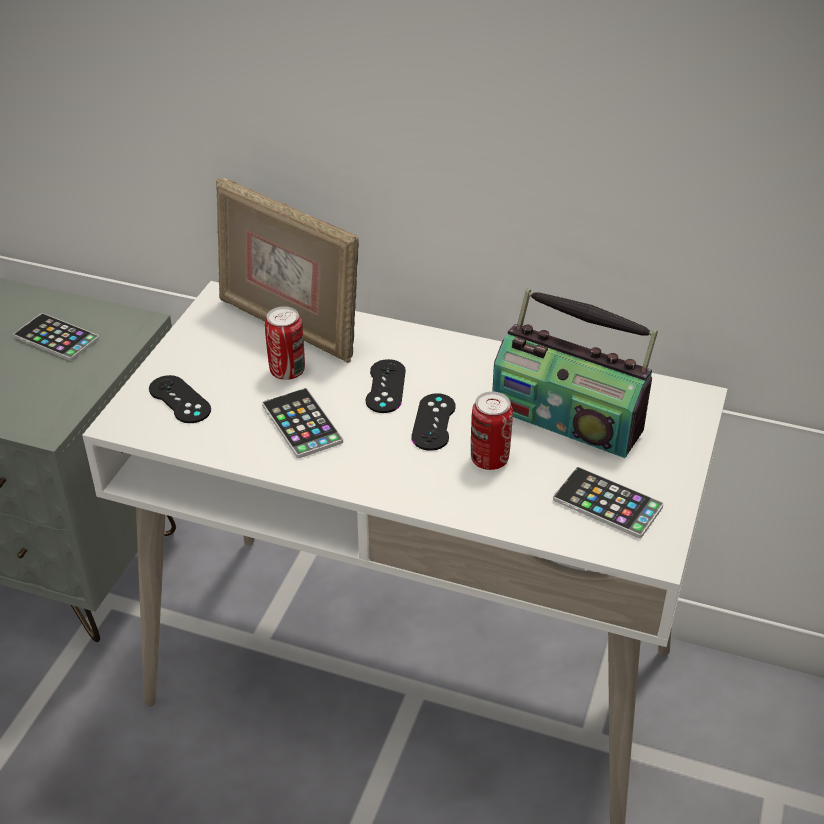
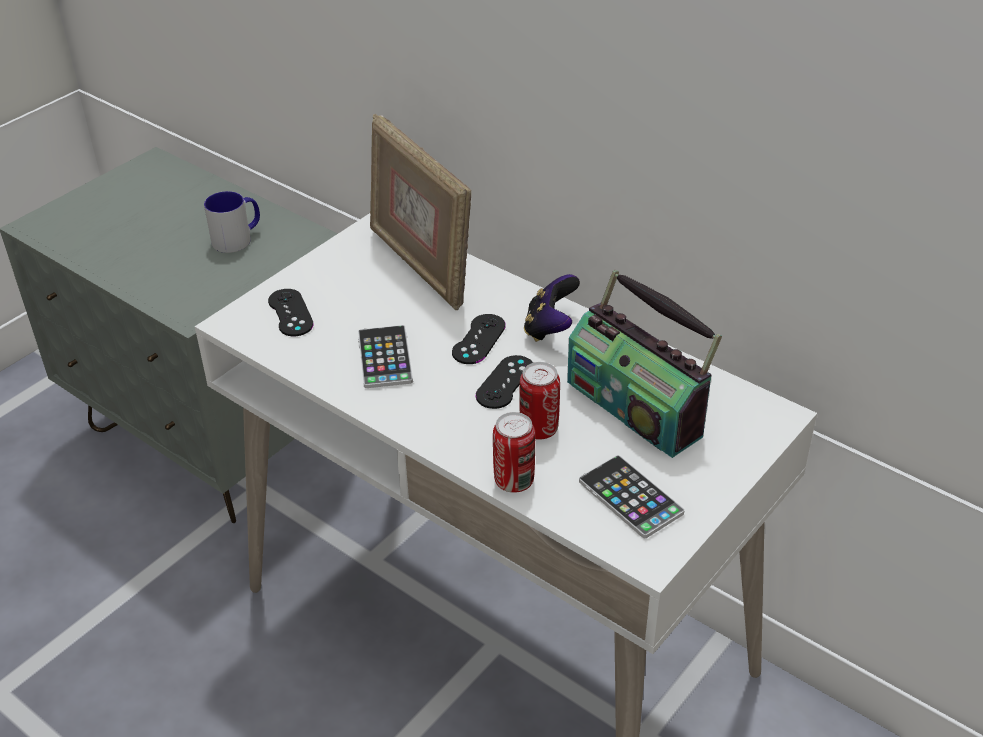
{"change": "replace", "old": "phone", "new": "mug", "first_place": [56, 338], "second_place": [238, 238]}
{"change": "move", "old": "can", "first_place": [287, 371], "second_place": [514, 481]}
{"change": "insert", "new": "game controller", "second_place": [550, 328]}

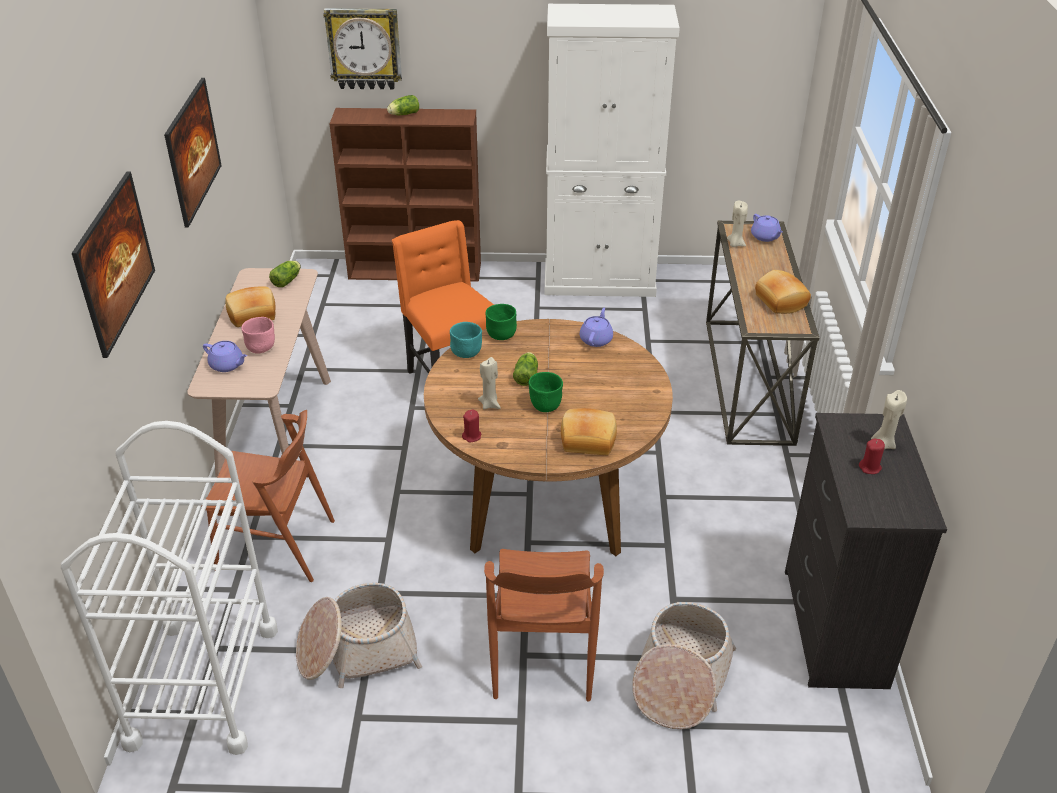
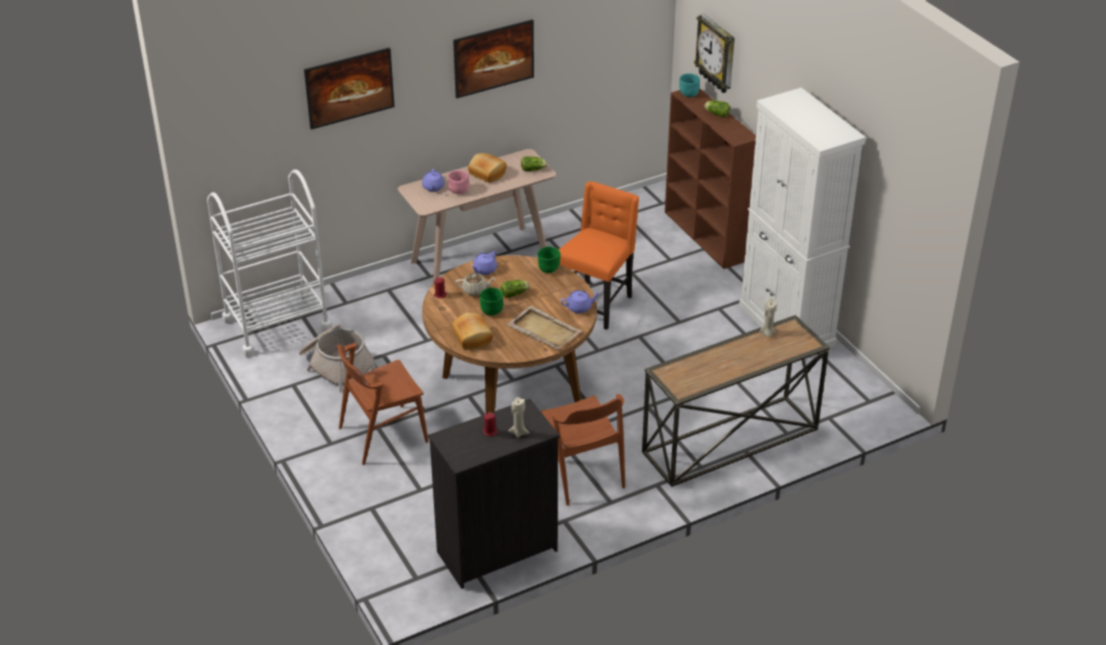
{"change": "move", "old": "chair (brown)", "first_place": [277, 546], "second_place": [581, 473]}
{"change": "move", "old": "bowl (turquoise)", "first_place": [467, 354], "second_place": [688, 94]}
{"change": "replace", "old": "candle (beige)", "new": "teapot (beige)", "first_place": [490, 404], "second_place": [475, 290]}
{"change": "delete", "old": "basket", "first_place": [680, 679]}
{"change": "move", "old": "teapot (purple)", "first_place": [765, 237], "second_place": [484, 270]}
{"change": "delete", "old": "bread", "first_place": [779, 301]}
{"change": "insert", "new": "tray (beige)", "second_place": [543, 329]}

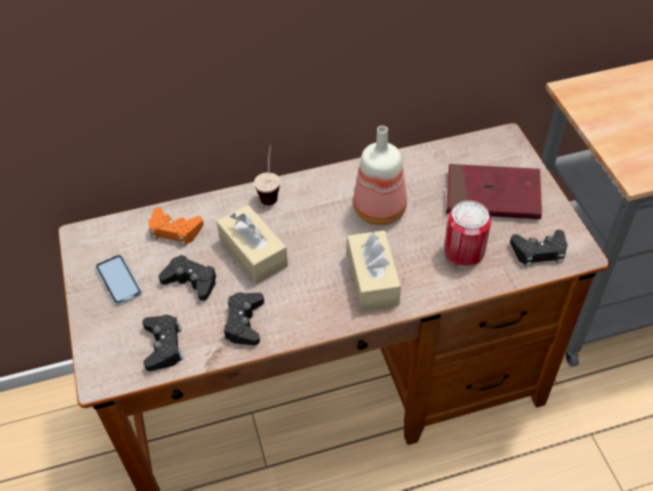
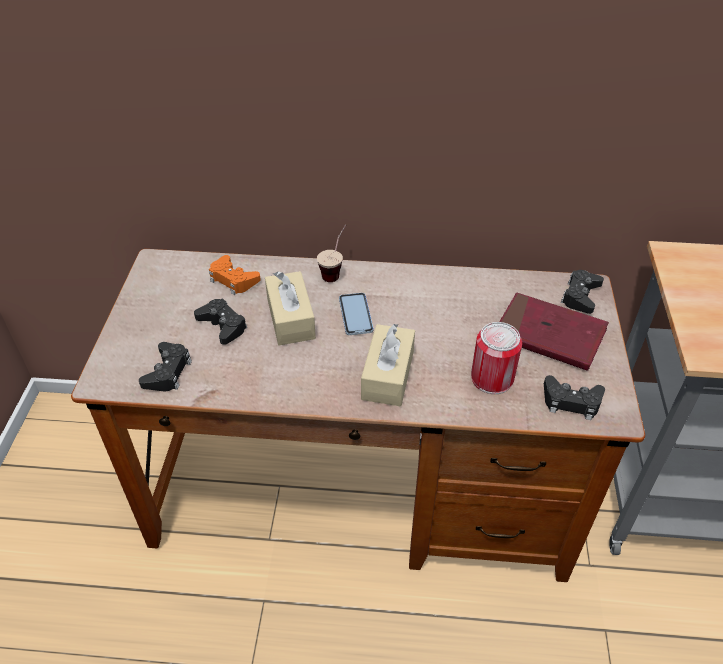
{"change": "move", "old": "phone", "first_place": [118, 281], "second_place": [355, 315]}
{"change": "move", "old": "game controller (black)", "first_place": [244, 322], "second_place": [580, 296]}
{"change": "delete", "old": "bottle", "first_place": [379, 208]}

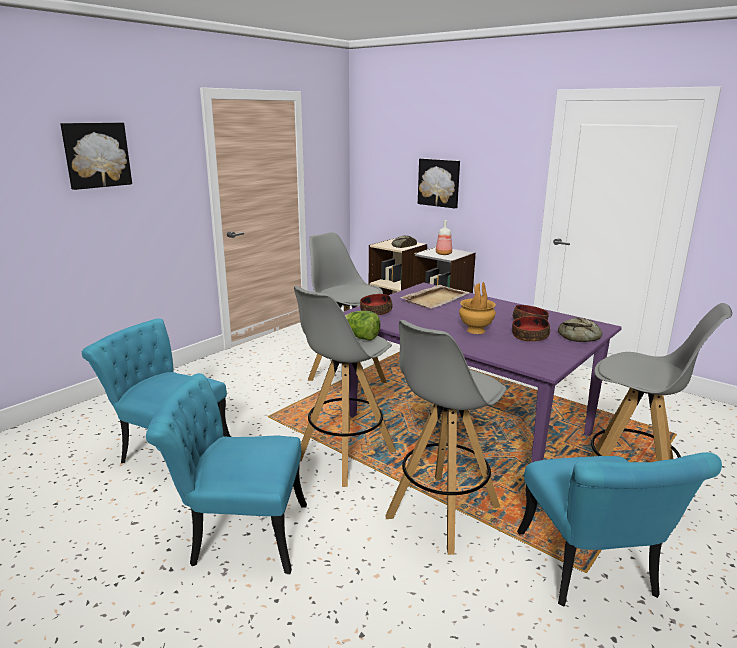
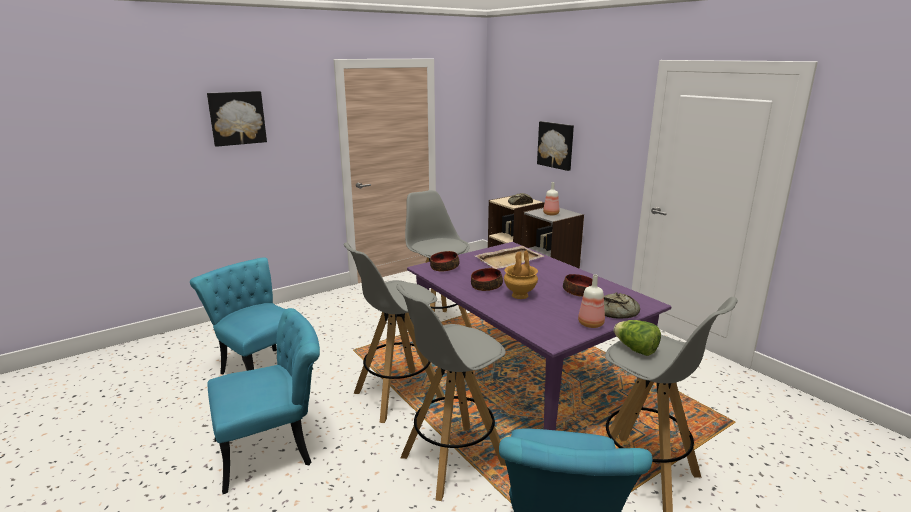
{"change": "rotate", "old": "chair (turquoise)", "first_place": [237, 534], "second_place": [274, 449], "degrees": 135}
{"change": "move", "old": "lettuce", "first_place": [360, 337], "second_place": [635, 349]}
{"change": "move", "old": "bowl", "first_place": [529, 336], "second_place": [486, 286]}
{"change": "insert", "new": "bottle", "second_place": [591, 324]}

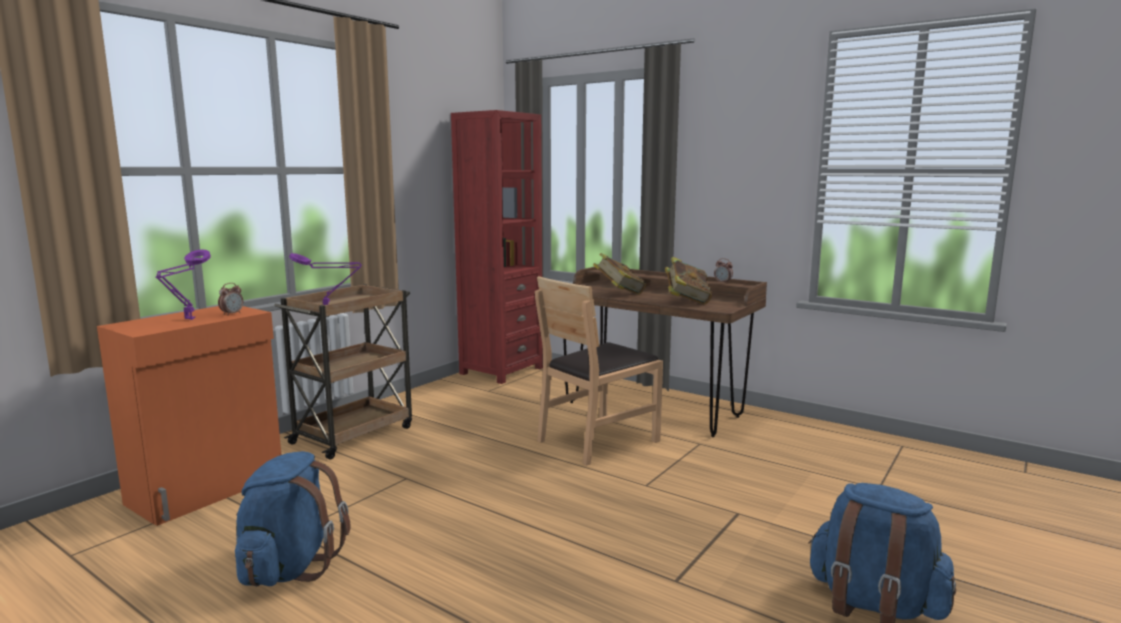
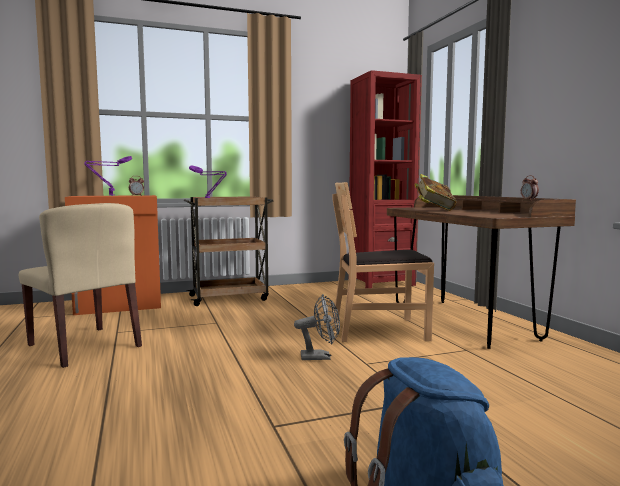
{"change": "replace", "old": "backpack (blue)", "new": "chair (beige)", "first_place": [290, 567], "second_place": [85, 346]}
{"change": "delete", "old": "book", "first_place": [686, 301]}
{"change": "insert", "new": "fan (grey)", "second_place": [320, 357]}

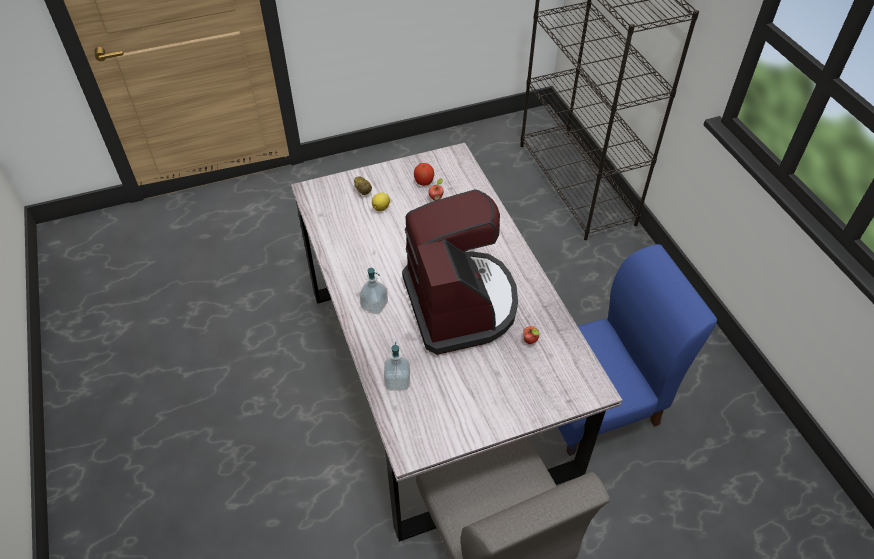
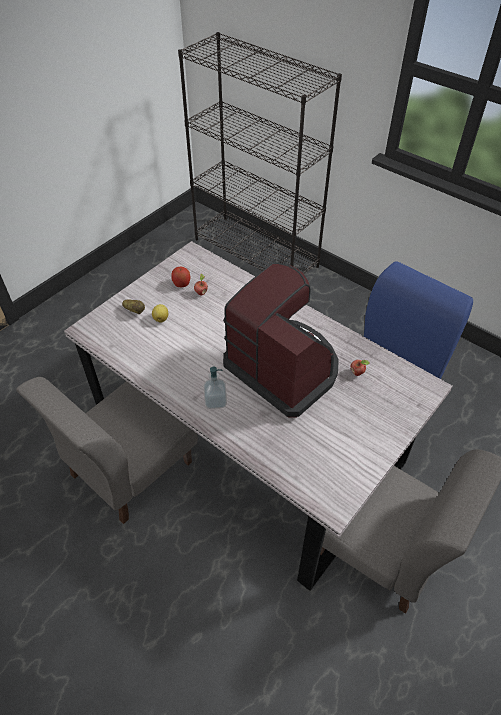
{"change": "delete", "old": "soap dispenser", "first_place": [397, 381]}
{"change": "insert", "new": "chair (grey)", "second_place": [130, 468]}

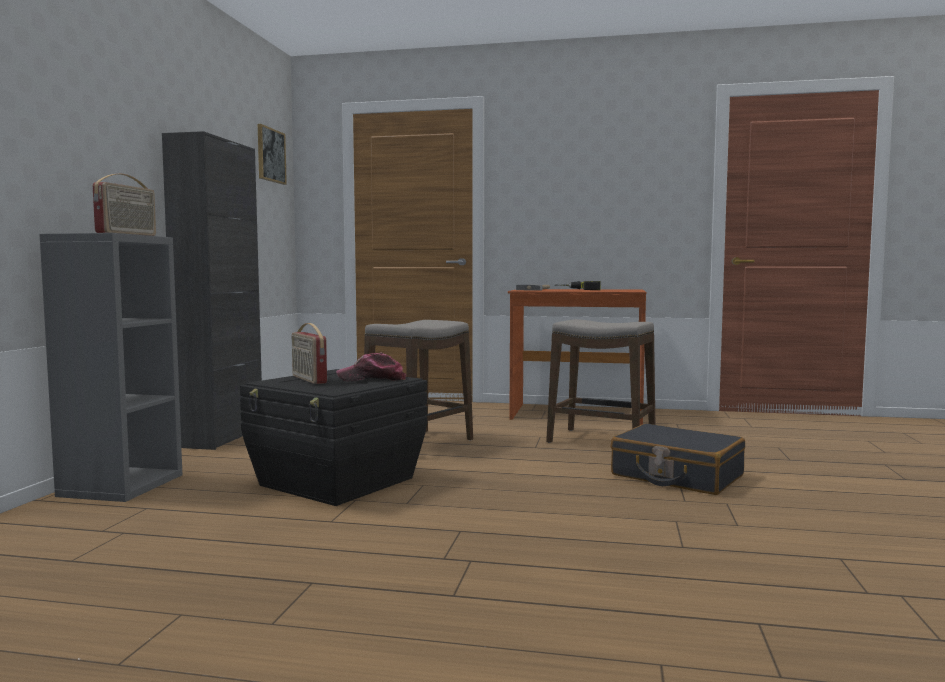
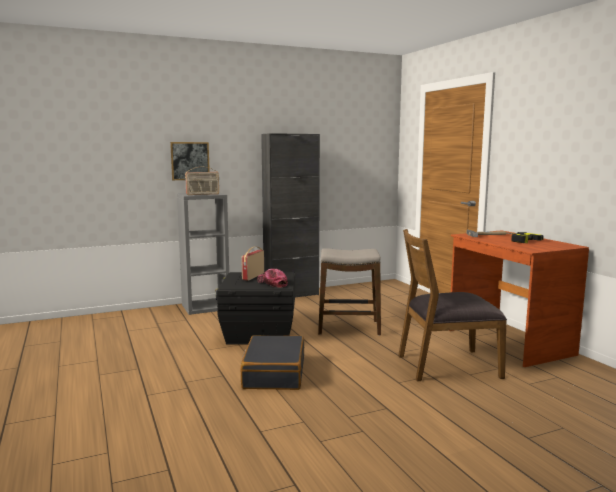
{"change": "move", "old": "picture", "first_place": [270, 155], "second_place": [190, 161]}
{"change": "replace", "old": "stool", "new": "chair (brown)", "first_place": [601, 441], "second_place": [447, 365]}
{"change": "move", "old": "suitcase (black)", "first_place": [676, 476], "second_place": [273, 373]}

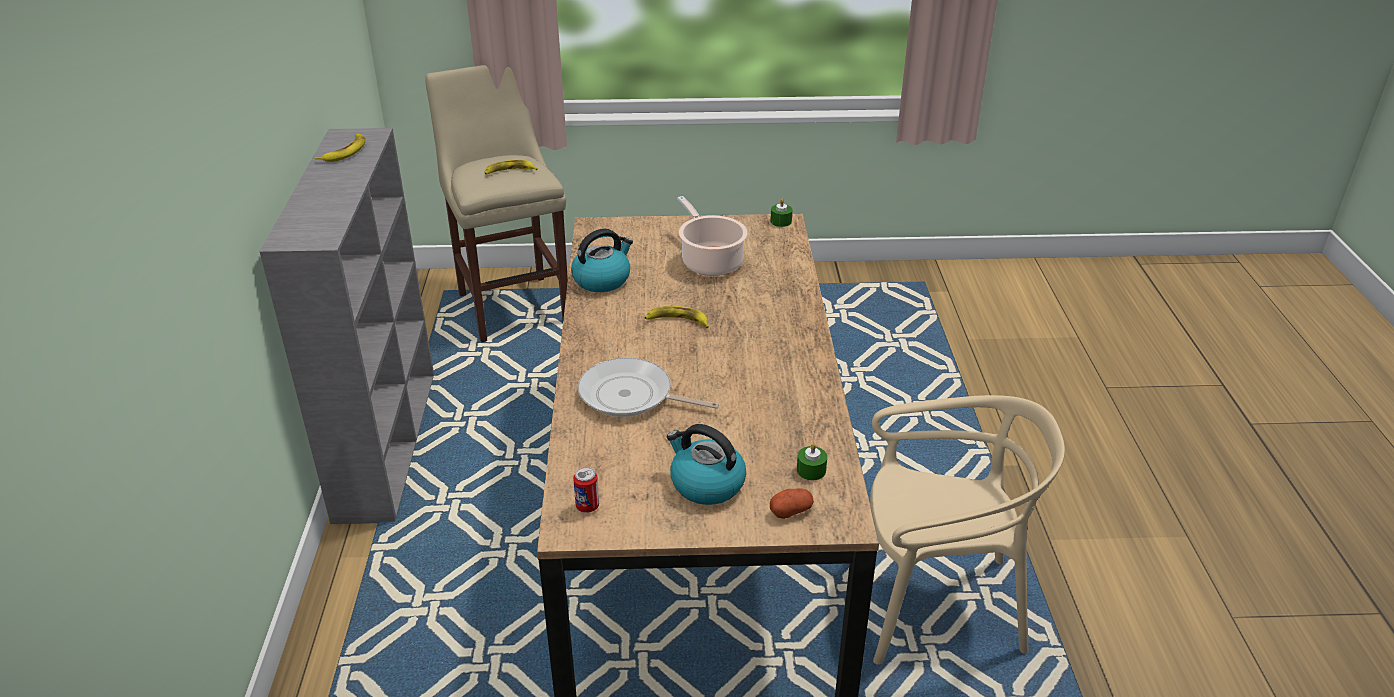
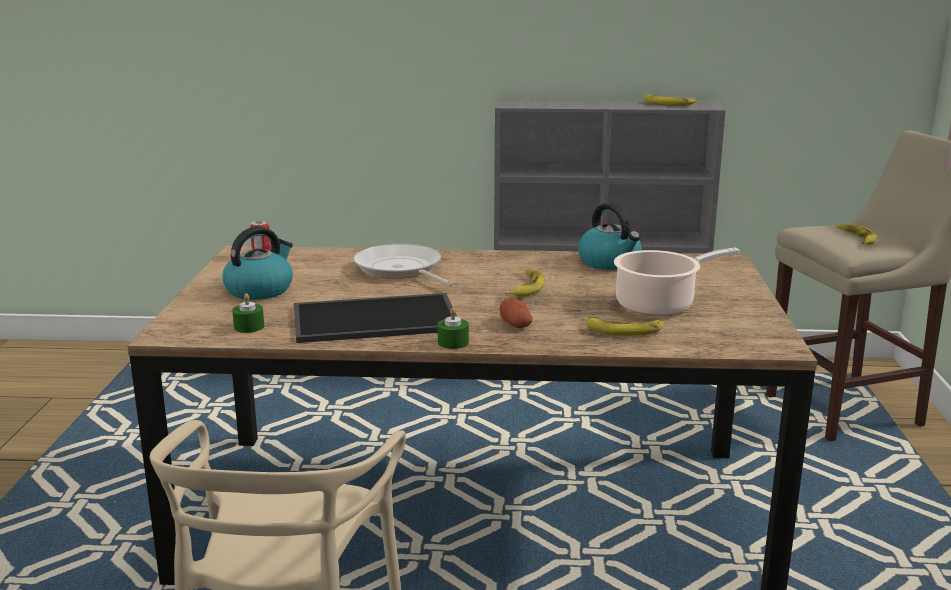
{"change": "rotate", "old": "frying pan", "first_place": [631, 396], "second_place": [400, 269], "degrees": -60}
{"change": "move", "old": "candle (green)", "first_place": [781, 221], "second_place": [453, 342]}
{"change": "move", "old": "potato", "first_place": [791, 511], "second_place": [515, 324]}
{"change": "insert", "new": "tray", "second_place": [376, 318]}
{"change": "insert", "new": "banana", "second_place": [624, 330]}

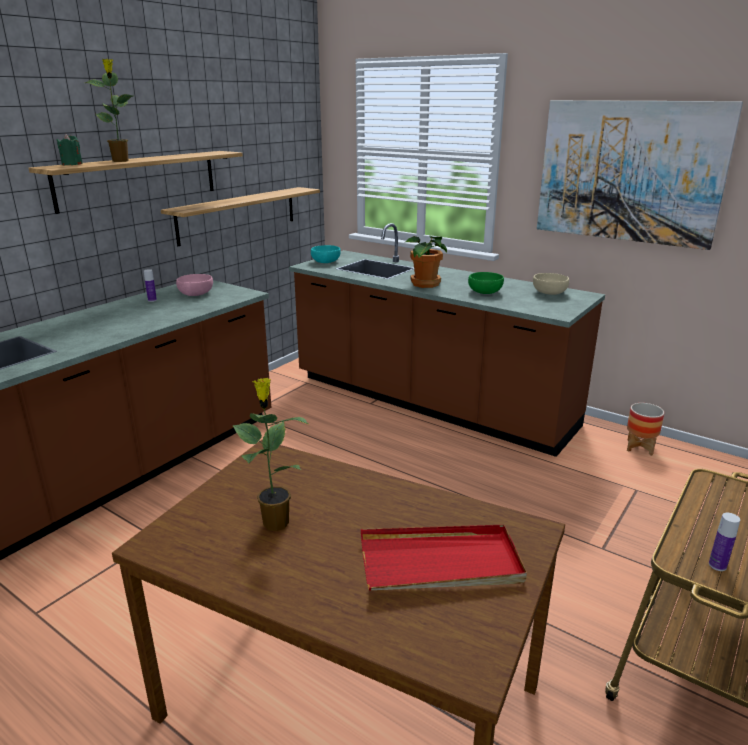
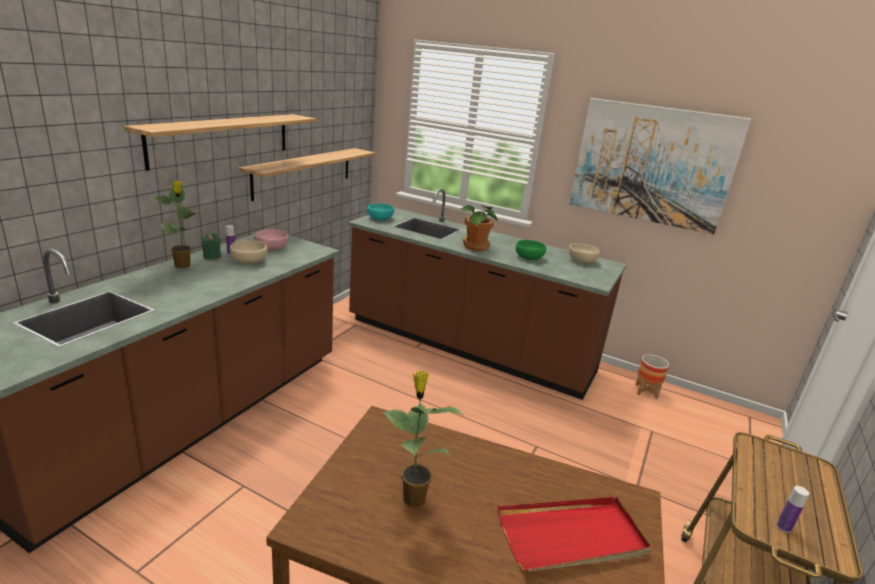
{"change": "move", "old": "candle (green)", "first_place": [72, 164], "second_place": [212, 256]}
{"change": "move", "old": "potted plant", "first_place": [121, 161], "second_place": [183, 266]}
{"change": "insert", "new": "bowl (beige)", "second_place": [248, 261]}

